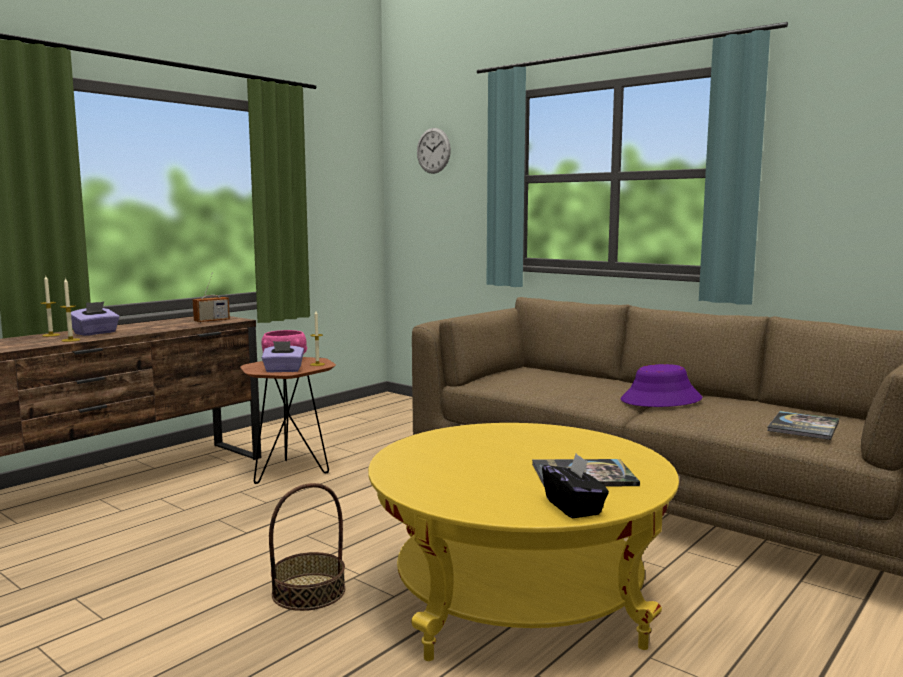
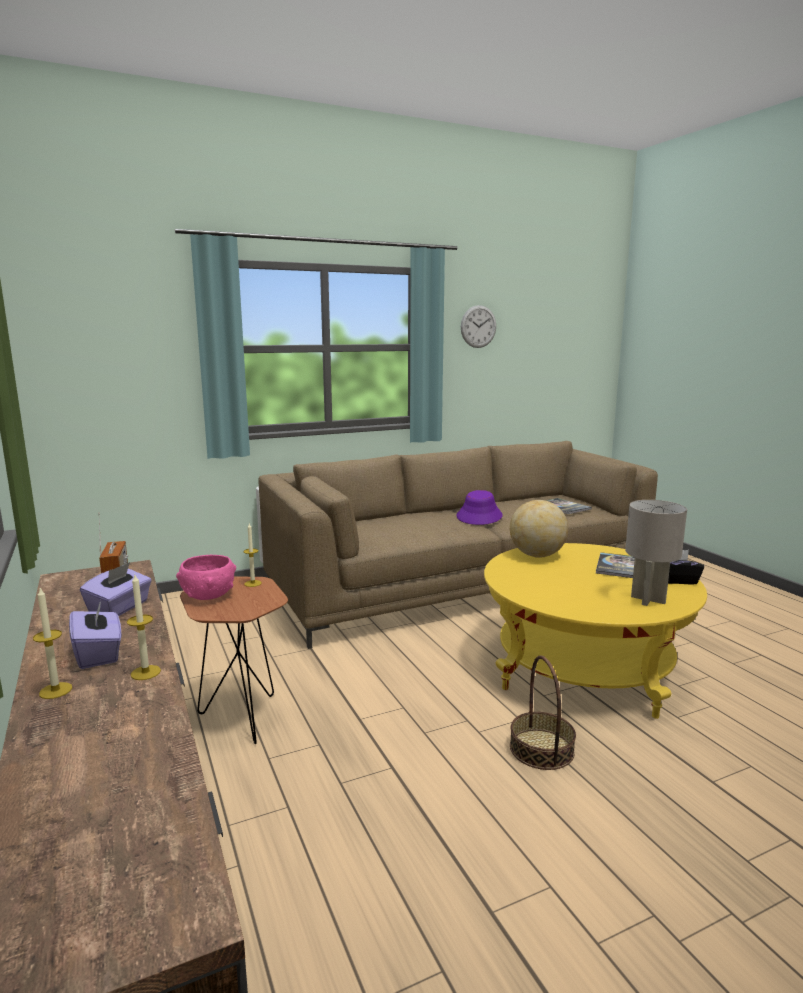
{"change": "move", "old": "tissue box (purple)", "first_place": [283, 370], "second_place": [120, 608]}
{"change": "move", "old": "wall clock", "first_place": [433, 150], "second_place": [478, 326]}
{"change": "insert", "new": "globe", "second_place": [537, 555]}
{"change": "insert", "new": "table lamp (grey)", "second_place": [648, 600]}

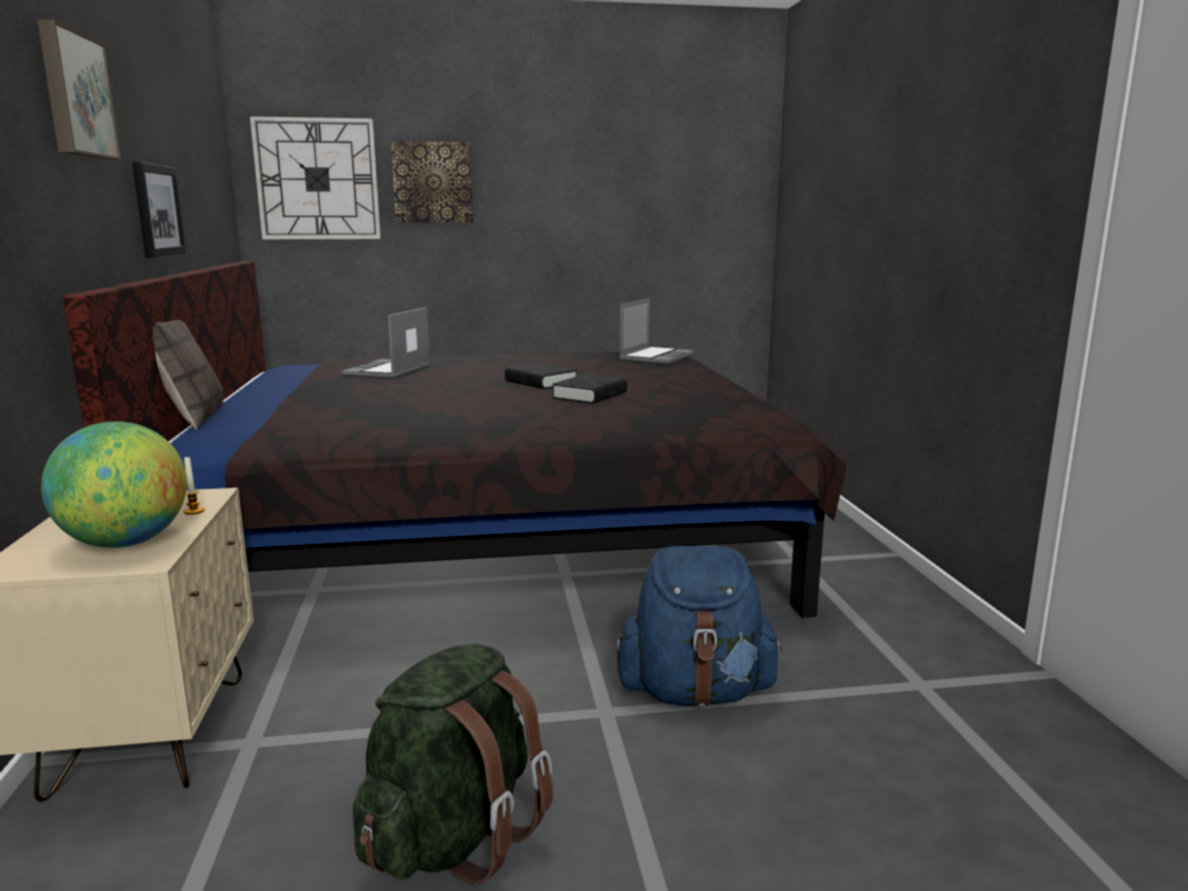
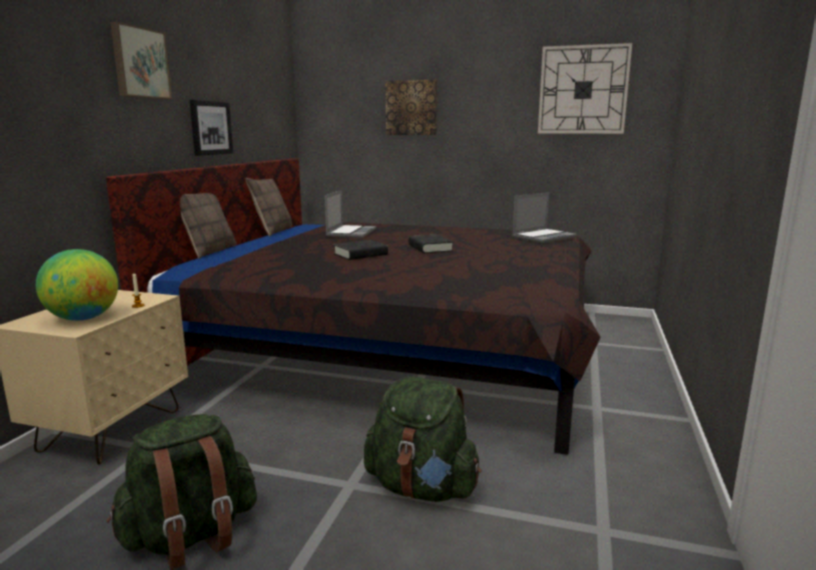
{"change": "move", "old": "wall clock", "first_place": [317, 179], "second_place": [583, 90]}
{"change": "rotate", "old": "laptop", "first_place": [388, 371], "second_place": [351, 233], "degrees": 150}
{"change": "move", "old": "book (black)", "first_place": [590, 395], "second_place": [360, 254]}
{"change": "recolor", "old": "backpack (blue)", "new": "backpack (green)", "first_place": [696, 692], "second_place": [422, 487]}
{"change": "insert", "new": "pillow", "second_place": [272, 231]}

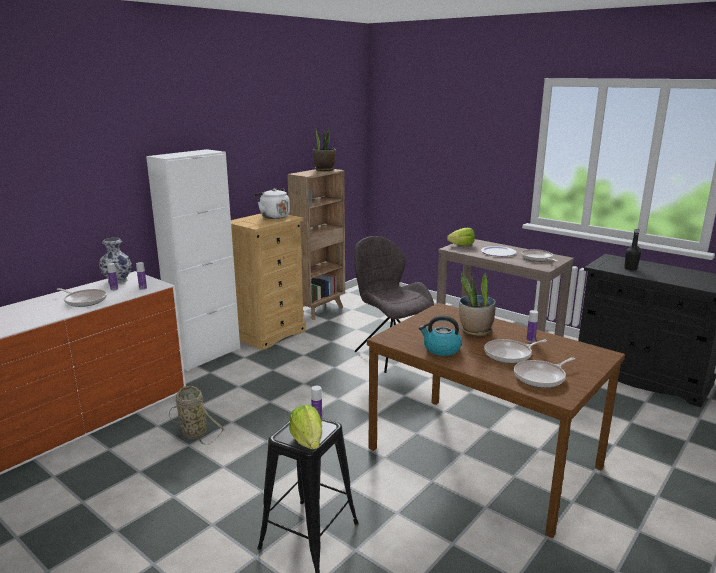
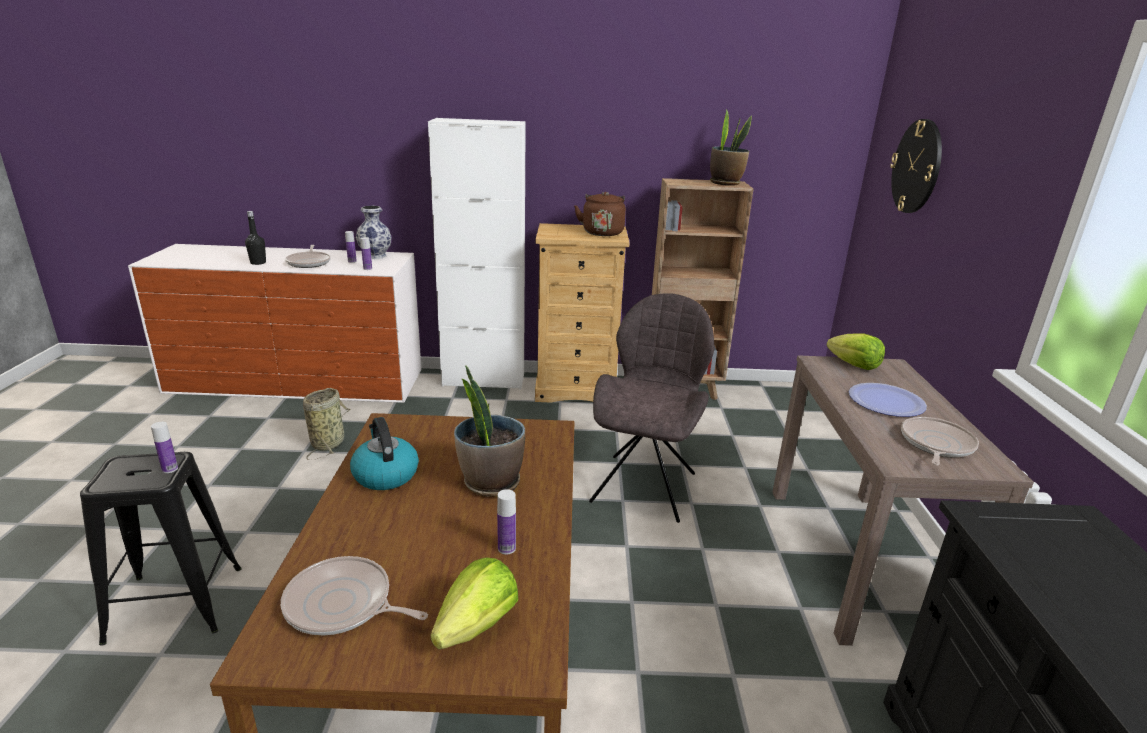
{"change": "recolor", "old": "kettle (white)", "new": "kettle (brown)", "first_place": [273, 216], "second_place": [602, 232]}
{"change": "move", "old": "lettuce", "first_place": [308, 441], "second_place": [477, 626]}
{"change": "delete", "old": "frying pan", "first_place": [510, 354]}
{"change": "move", "old": "bottle (black)", "first_place": [630, 268], "second_place": [258, 263]}
{"change": "insert", "new": "wall clock", "second_place": [917, 166]}

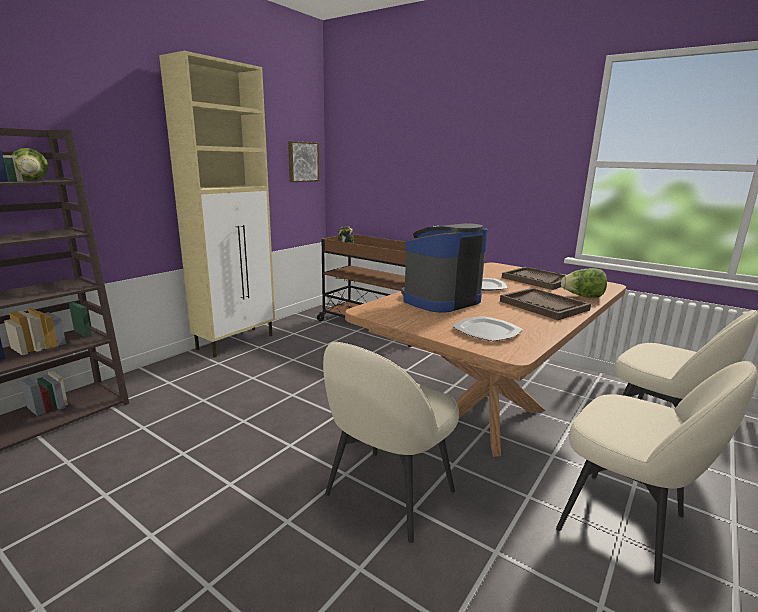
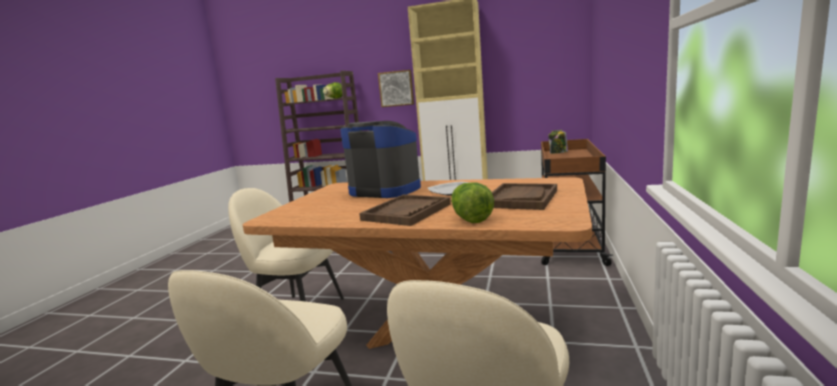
{"change": "move", "old": "picture", "first_place": [302, 162], "second_place": [396, 88]}
{"change": "delete", "old": "plate", "first_place": [487, 331]}

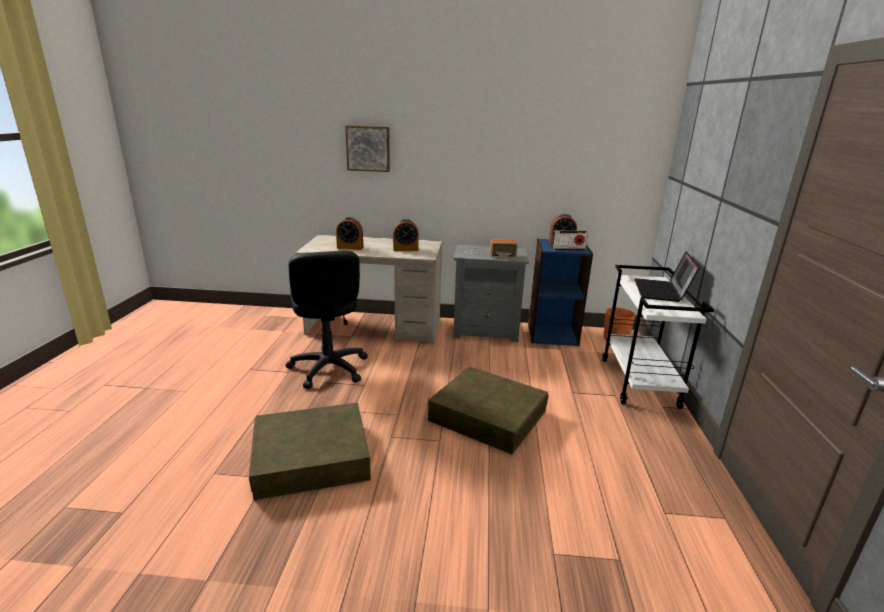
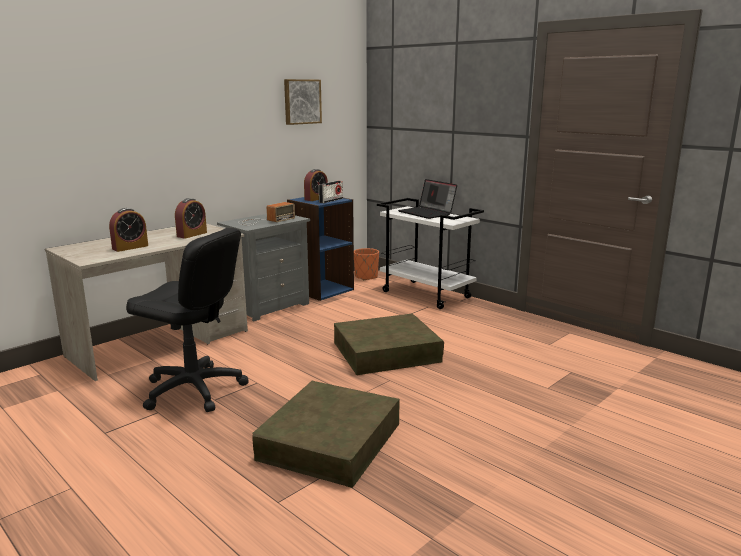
{"change": "move", "old": "picture", "first_place": [368, 148], "second_place": [301, 101]}

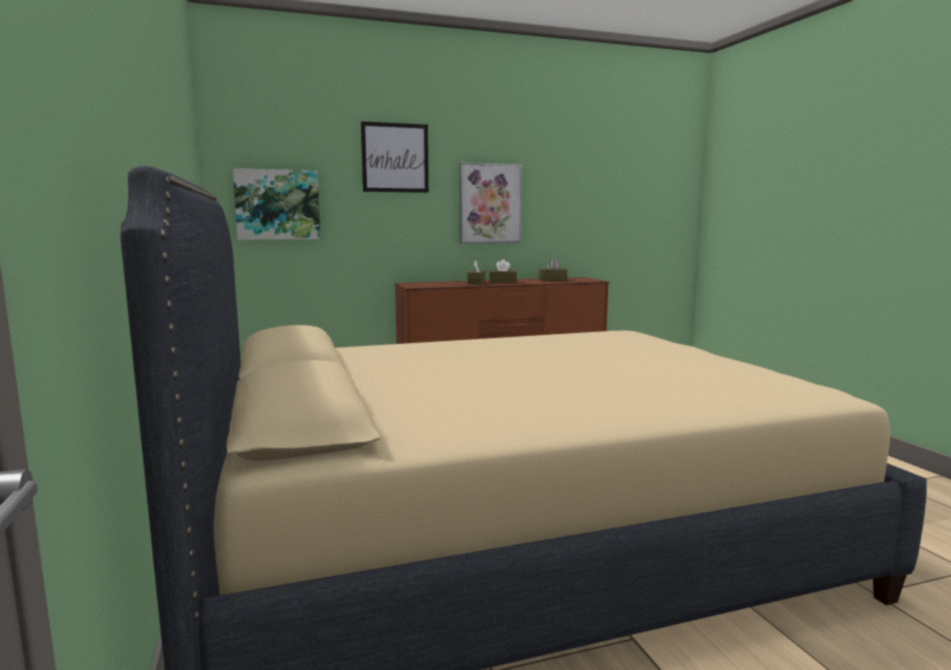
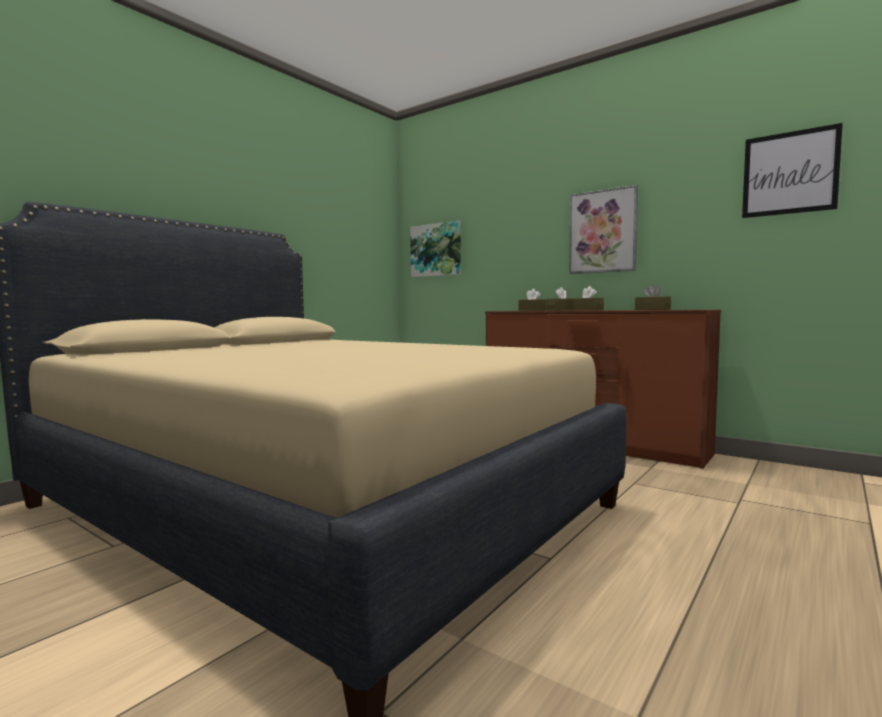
{"change": "move", "old": "picture", "first_place": [395, 158], "second_place": [789, 173]}
{"change": "insert", "new": "tissue box (brown)", "second_place": [532, 310]}

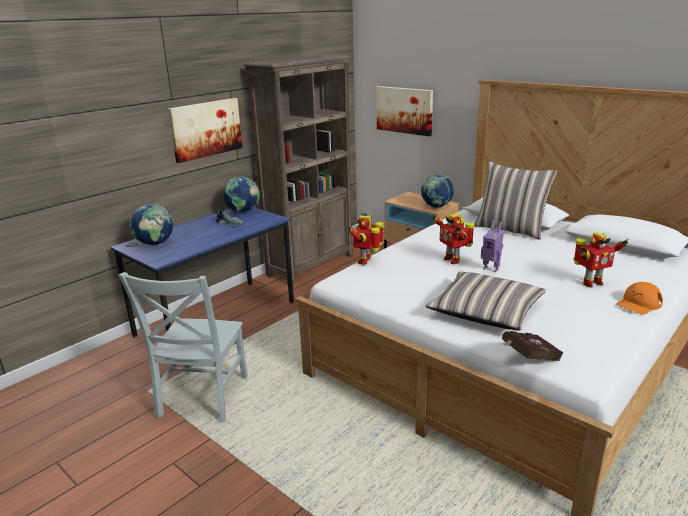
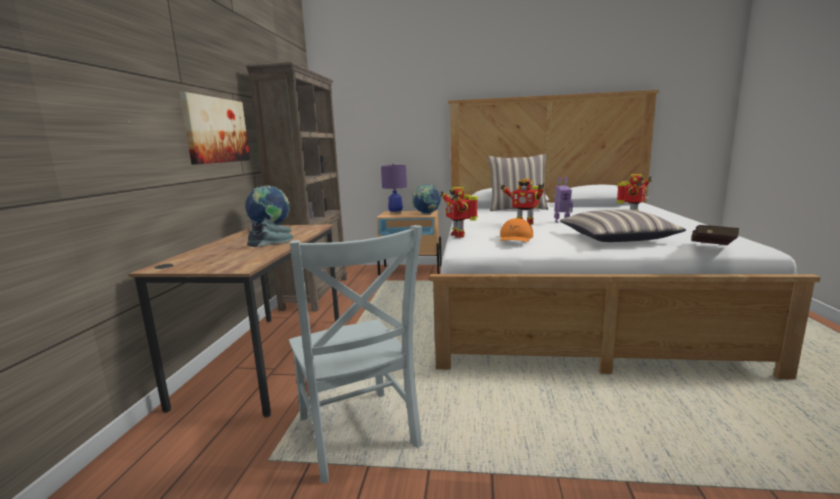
{"change": "recolor", "old": "desk (blue)", "new": "desk (brown)", "first_place": [217, 318], "second_place": [268, 358]}
{"change": "delete", "old": "globe", "first_place": [155, 245]}
{"change": "delete", "old": "picture", "first_place": [404, 110]}
{"change": "move", "old": "cap (orange)", "first_place": [638, 304], "second_place": [515, 238]}
{"change": "insert", "new": "shoe", "second_place": [270, 243]}
{"change": "insert", "new": "table lamp (purple)", "second_place": [395, 213]}

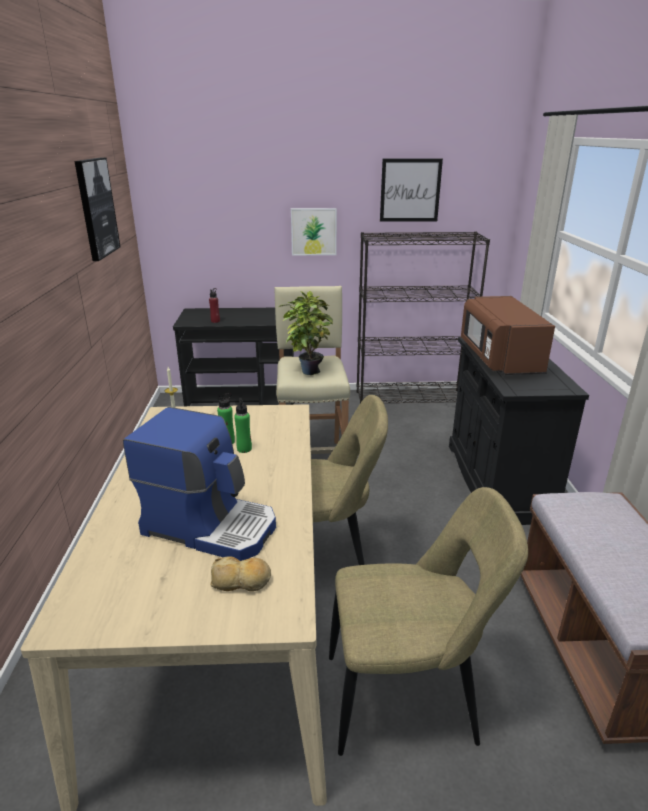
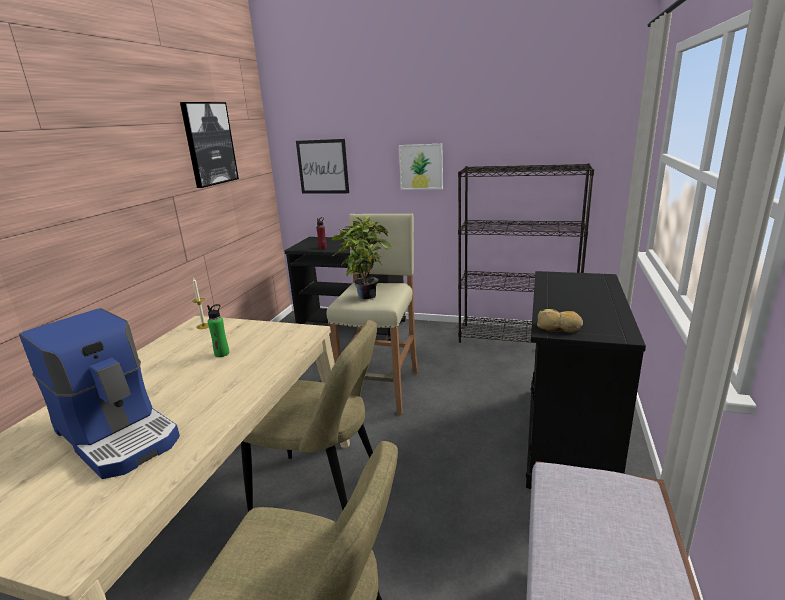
{"change": "move", "old": "bread", "first_place": [241, 581], "second_place": [559, 327]}
{"change": "delete", "old": "bottle (green)", "first_place": [244, 449]}
{"change": "move", "old": "picture", "first_place": [410, 190], "second_place": [323, 167]}
{"change": "delete", "old": "microwave (brown)", "first_place": [499, 358]}

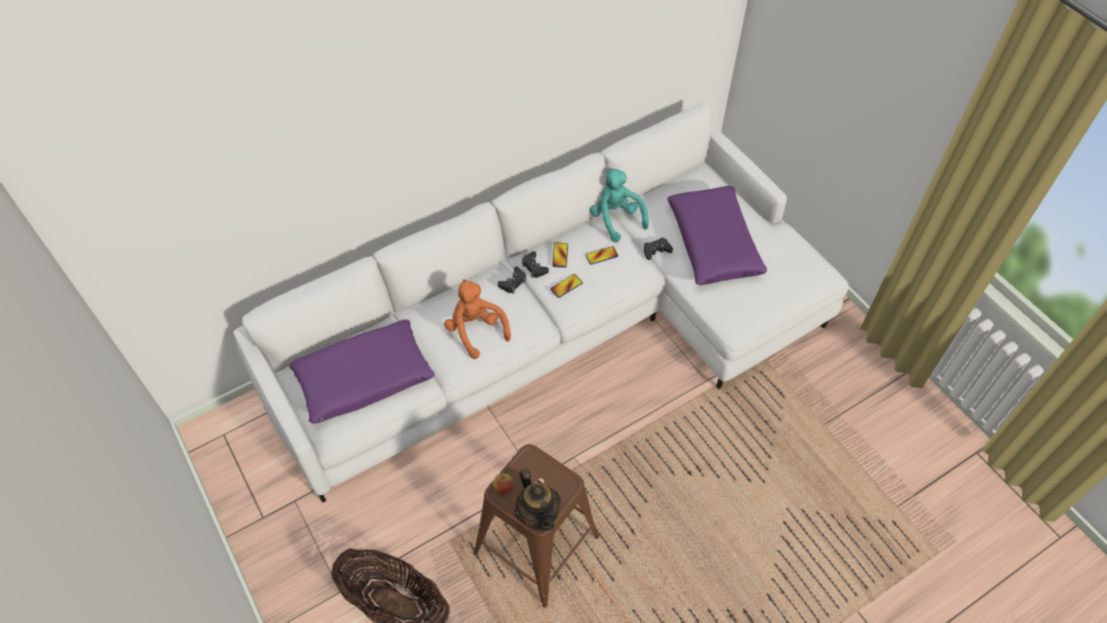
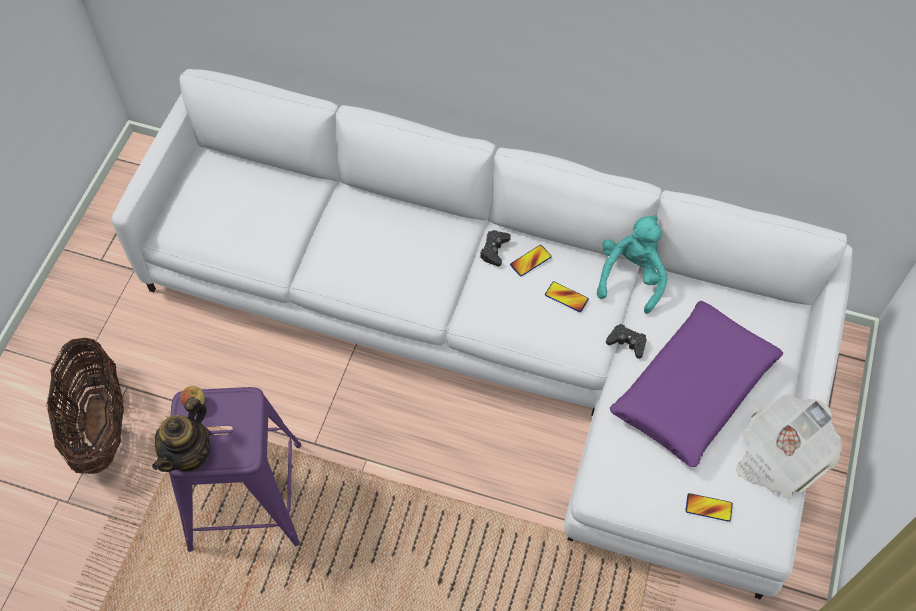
{"change": "delete", "old": "pillow (purple)", "first_place": [364, 378]}
{"change": "delete", "old": "plush toy (orange)", "first_place": [476, 330]}
{"change": "recolor", "old": "stool (brown)", "new": "stool (purple)", "first_place": [536, 545], "second_place": [245, 496]}
{"change": "delete", "old": "game controller (black)", "first_place": [513, 282]}
{"change": "move", "old": "phone", "first_place": [566, 286], "second_place": [708, 508]}
{"change": "insert", "new": "newspaper", "second_place": [779, 456]}

